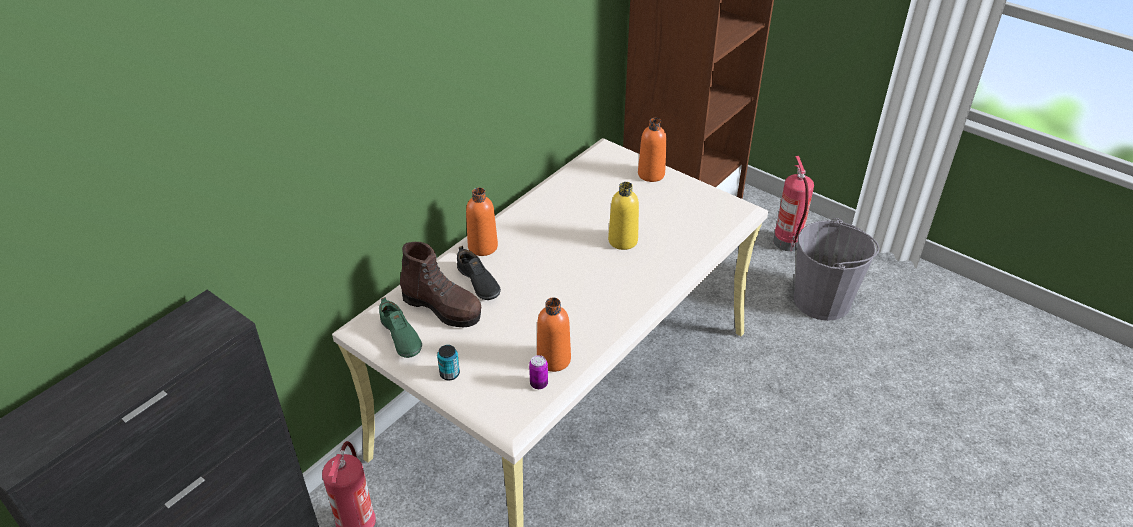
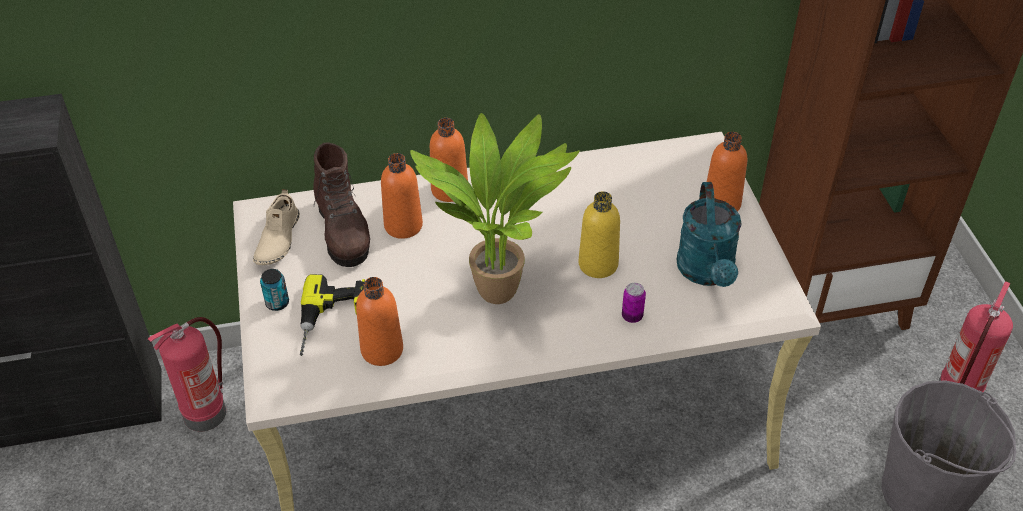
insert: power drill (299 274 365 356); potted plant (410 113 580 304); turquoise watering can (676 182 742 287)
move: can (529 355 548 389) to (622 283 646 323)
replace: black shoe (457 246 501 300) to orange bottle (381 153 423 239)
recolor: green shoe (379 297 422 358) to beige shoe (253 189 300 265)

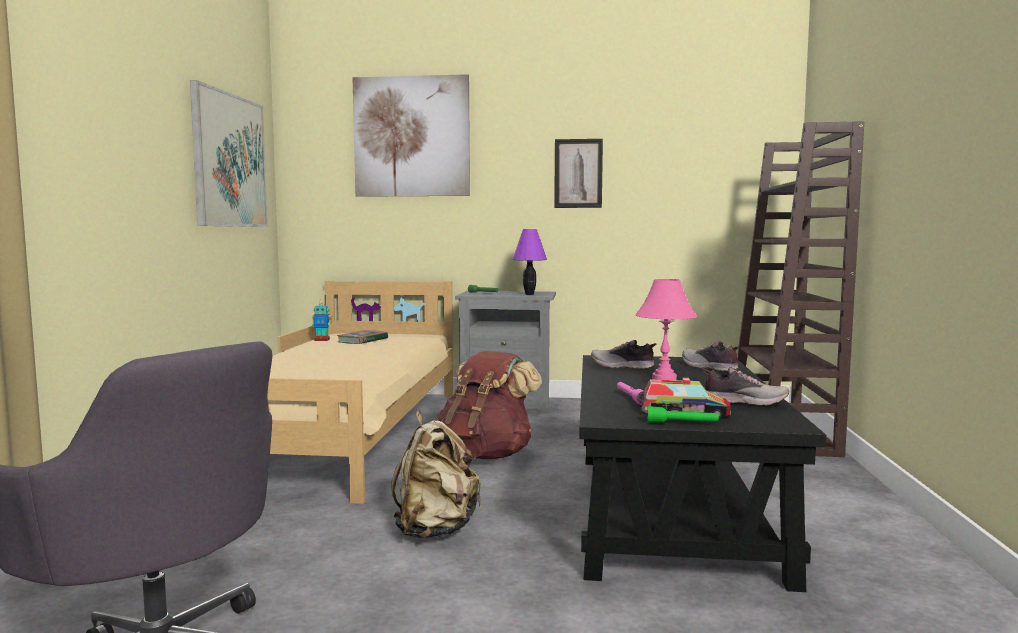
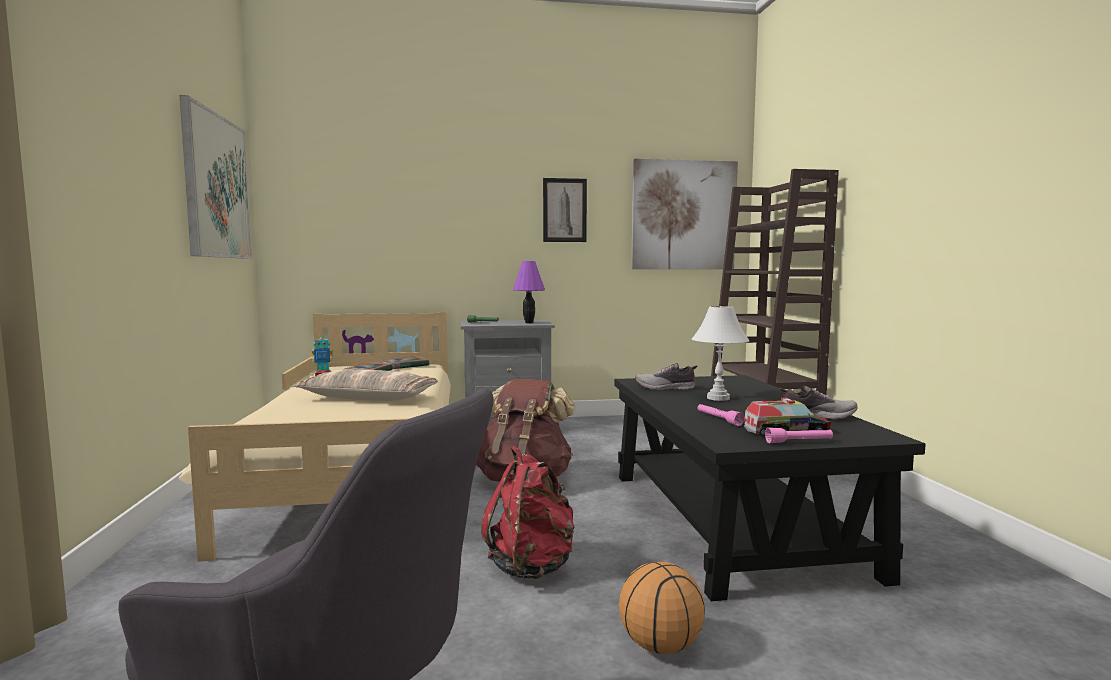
delete: shoe (682 342 739 371)
insert: pillow (293 369 438 401); book (382 356 429 369); basketball (619 561 705 654)
move: picture (352 74 470 197) to (631 159 738 269)
recolor: beige backpack (391 411 481 538) to red backpack (481 446 575 579); pink table lamp (635 279 697 380) to white table lamp (692 306 750 401); green flashlight (648 406 719 423) to pink flashlight (765 428 833 443)

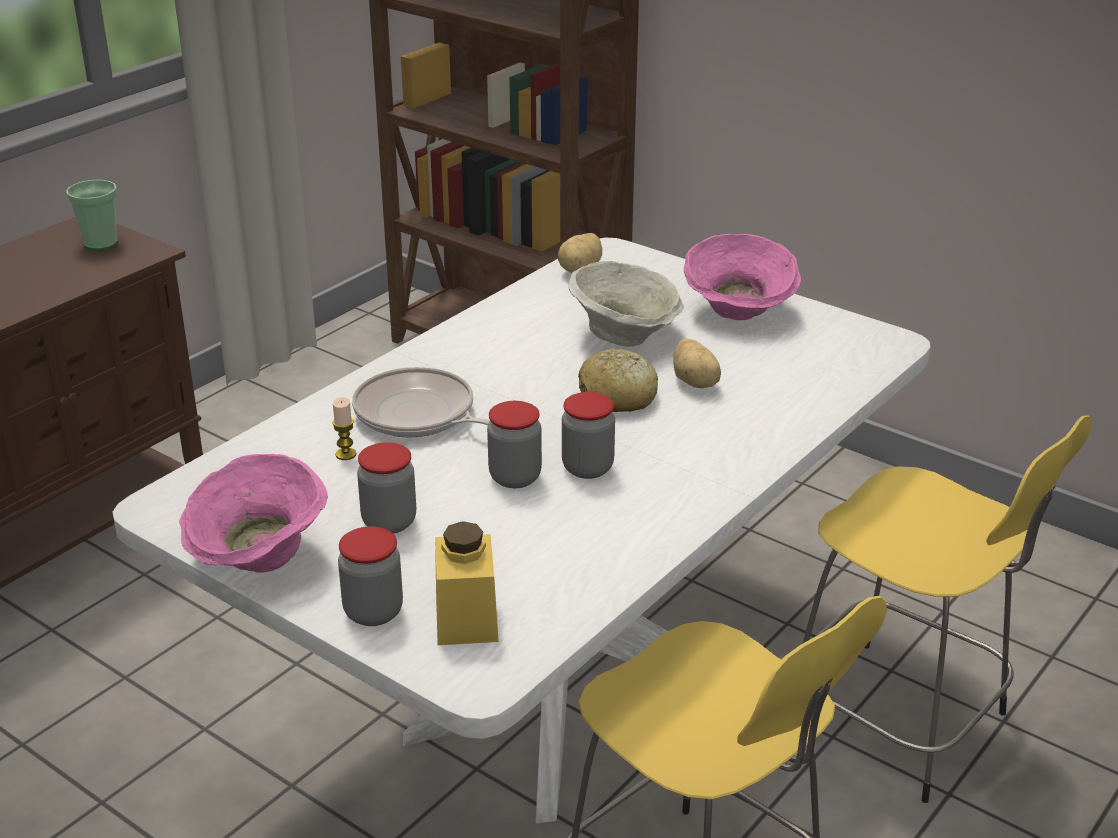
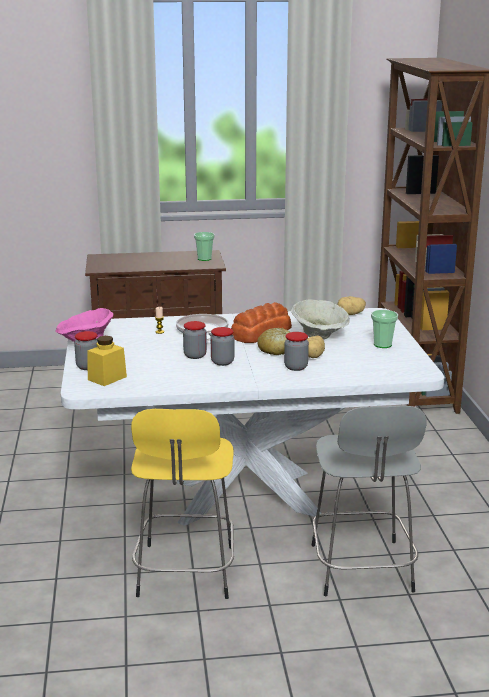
insert: bread (231 302 292 343)
move: jar (357 442 416 534) to (284 332 309 371)
replace: pink bowl (684 234 801 320) to cup (371 310 398 348)
recolor: yellow stool (803 415 1092 803) to grey stool (312 406 427 596)

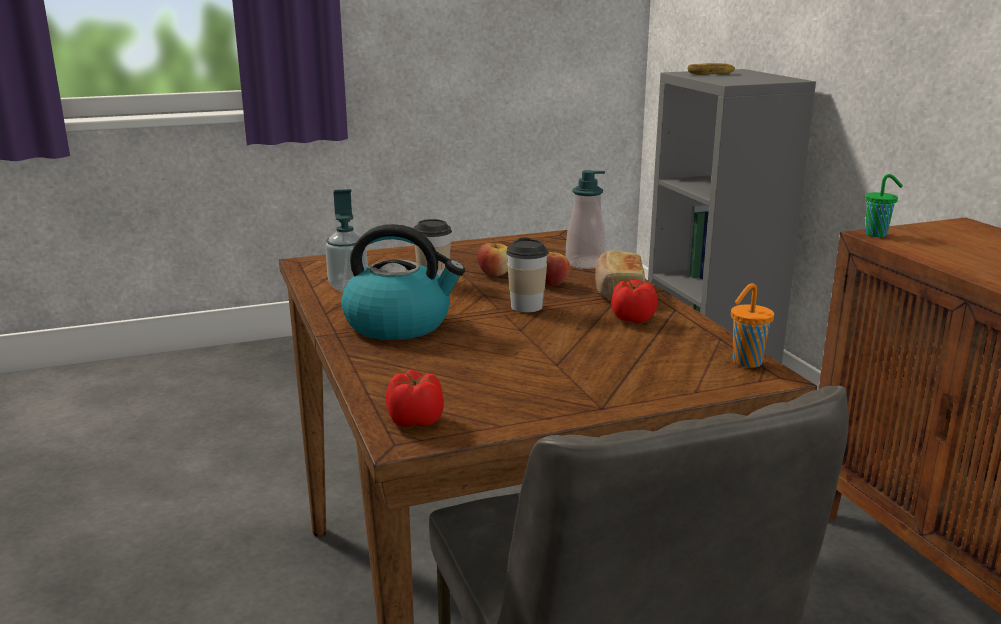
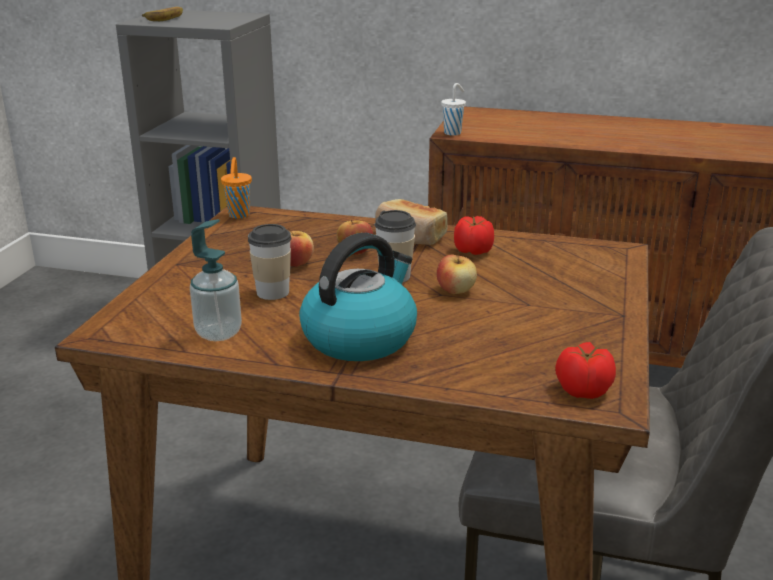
delete: soap dispenser (566 170 606 269)
insert: apple (437 252 477 294)
move: orange cup (731 283 774 368) to (221 157 252 219)
recolor: green cup (865 174 903 237) to white cup (441 83 466 136)

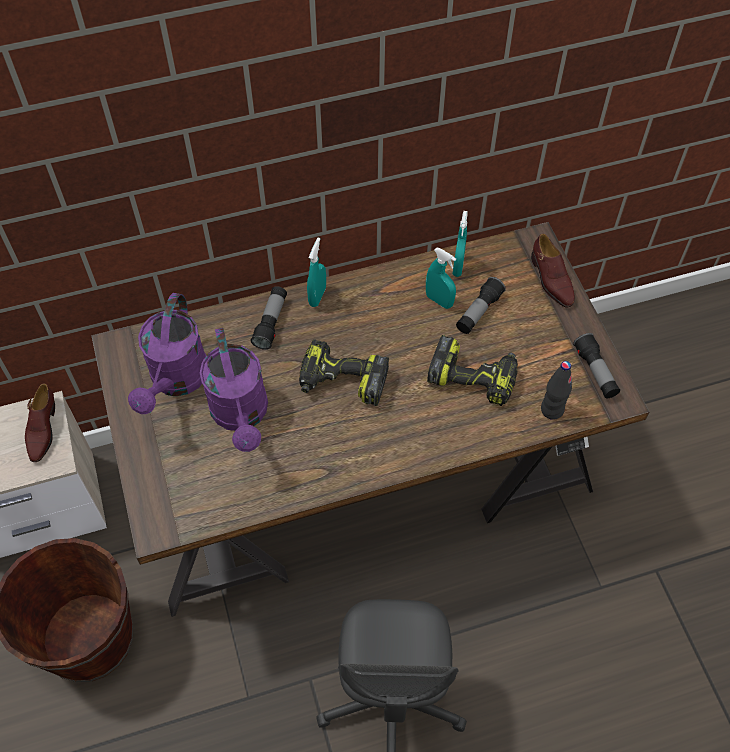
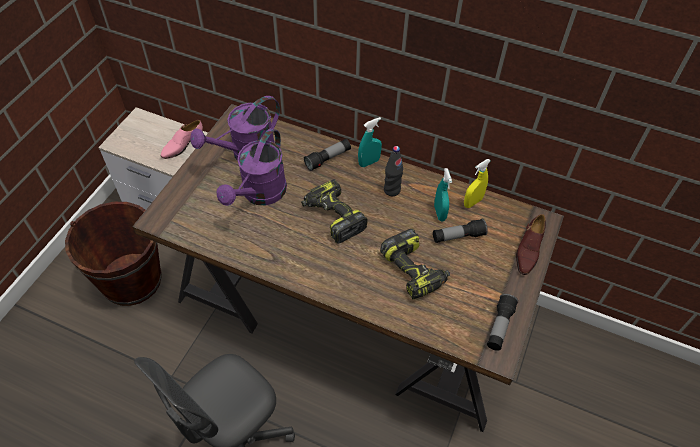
move: black bottle (541 361 572 420) to (384 146 403 196)
recolor: brown shoe (25 383 55 462) to pink shoe (160 120 203 159); turquoise spray bottle (452 211 468 277) to yellow spray bottle (464 159 491 208)

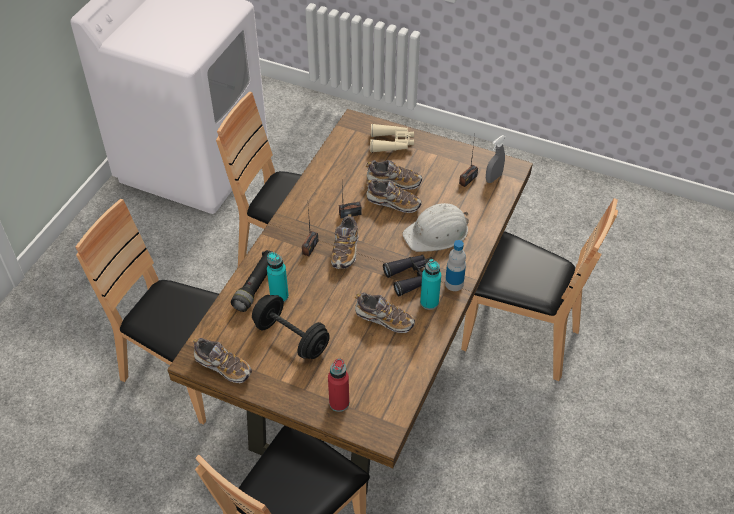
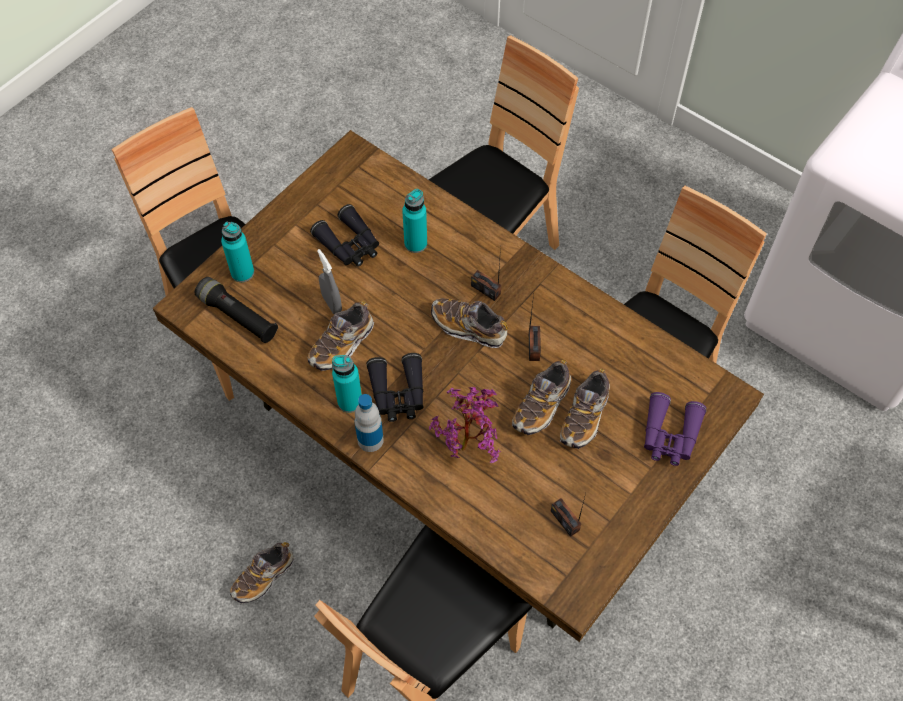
move: black flashlight (231 250 272 312) to (195 277 278 343); shoe (193 338 252 383) to (230 542 295 603); grey spray bottle (486 135 505 183) to (317 249 342 314)
replace: black dumbbell (252 295 330 359) to black binoculars (310 204 379 267); white hard hat (402 203 469 252) to potted plant (429 387 501 463)
recolor: red bottle (328 358 349 412) to turquoise bottle (221 222 254 282); beige binoculars (370 124 414 152) to purple binoculars (644 392 706 466)

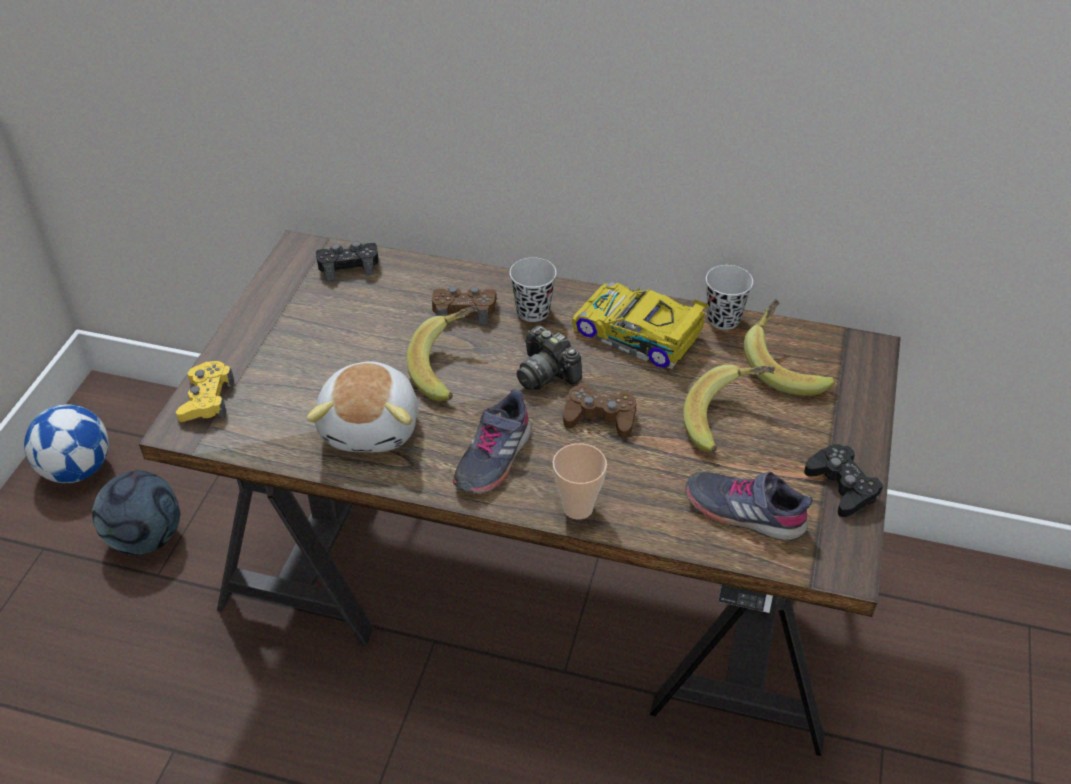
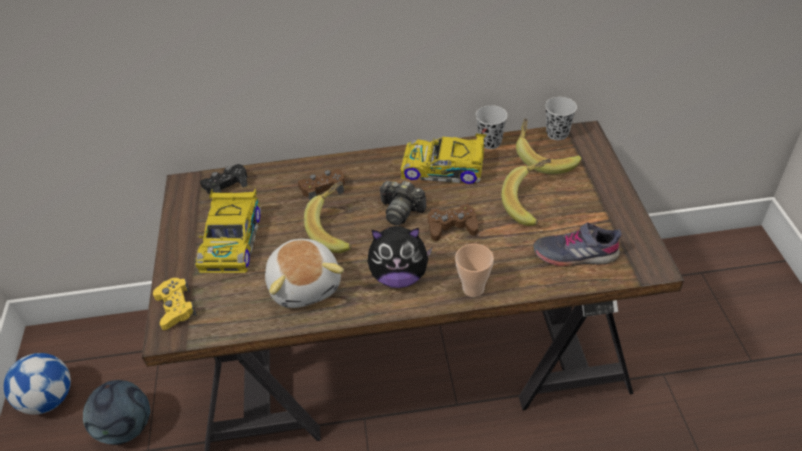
delete: black game controller (804 444 883 517)
insert: toy car (195 189 261 273)
move: black cup (510 257 557 322) to (545 97 577 140)
replace: grey shoe (453 390 532 494) to plush toy (367 226 432 288)

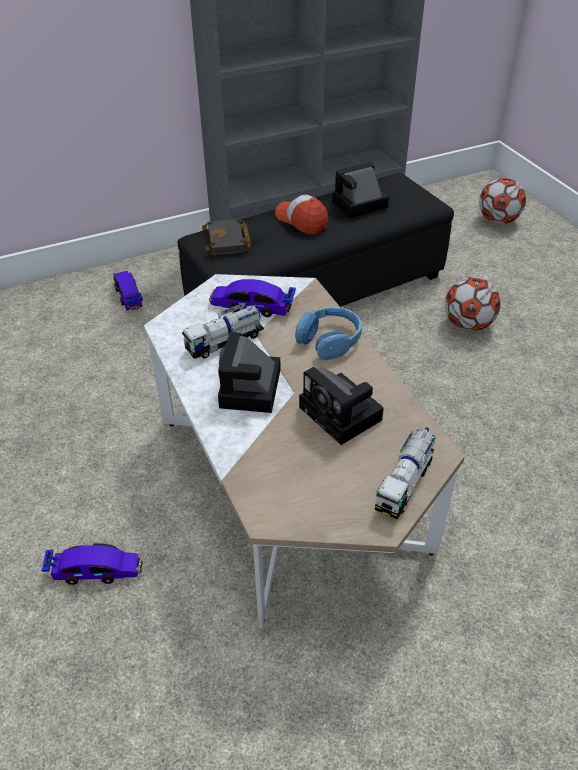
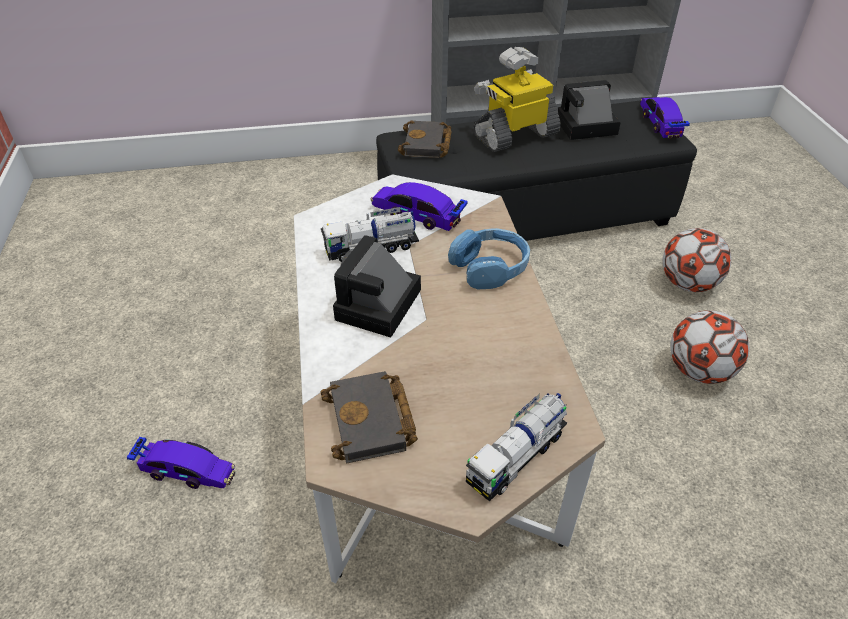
delete: photo camera (299 367 384 445)
insert: black book (320 371 418 464)
move: toy car (113 271 143 311) to (640 97 690 139); football (479 178 526 224) to (670 310 749 384)
replace: cap (275 194 328 234) to toy robot (473 47 561 152)

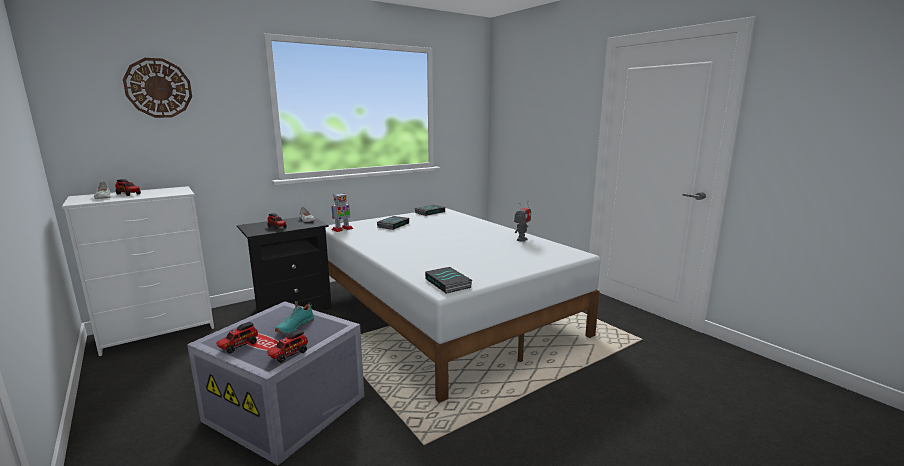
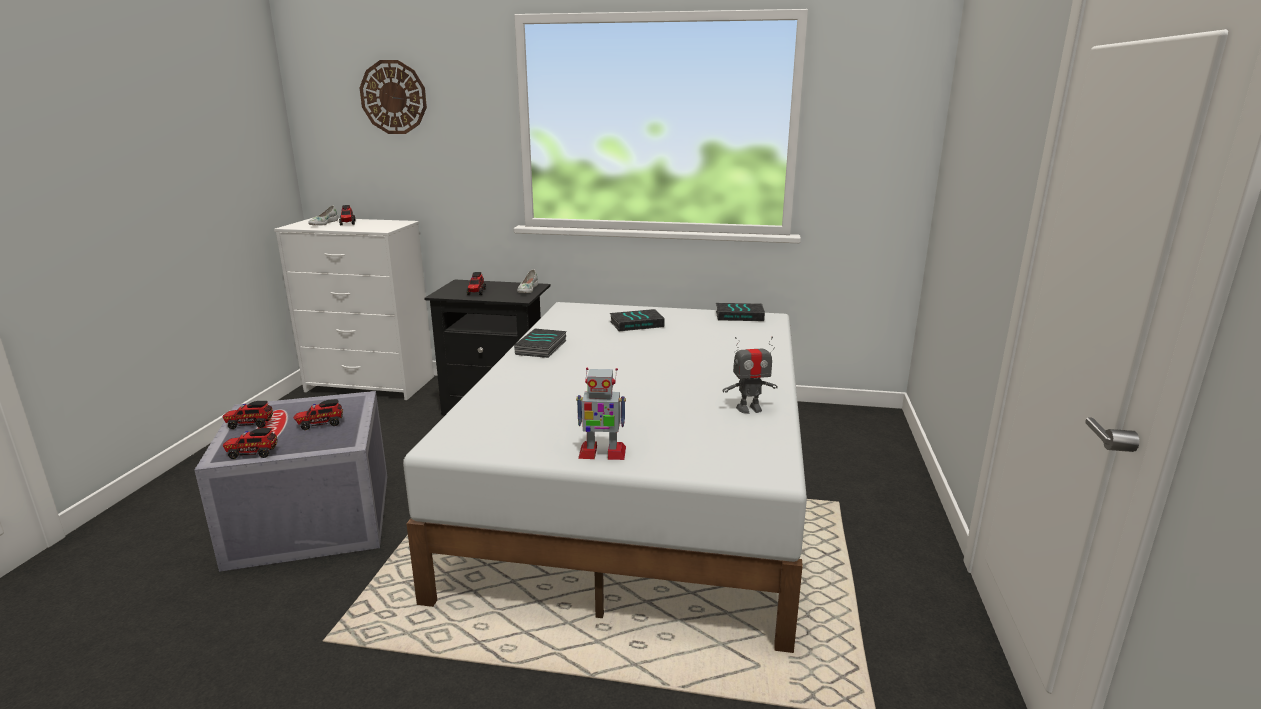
move: book (425 267 472 294) to (514 329 567 358); toy robot (331 194 353 232) to (576 368 626 460)
replace: turquoise shoe (275 301 314 334) to toy truck (293 399 343 430)

